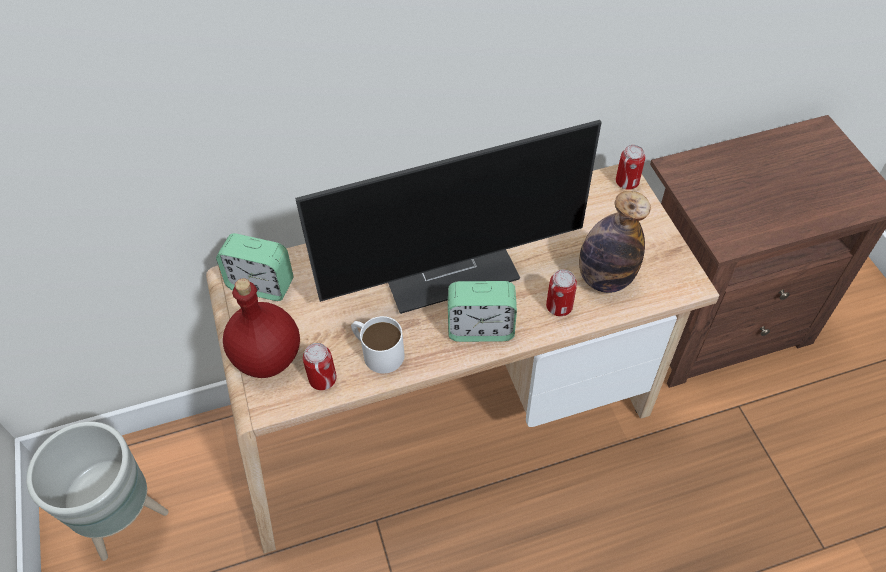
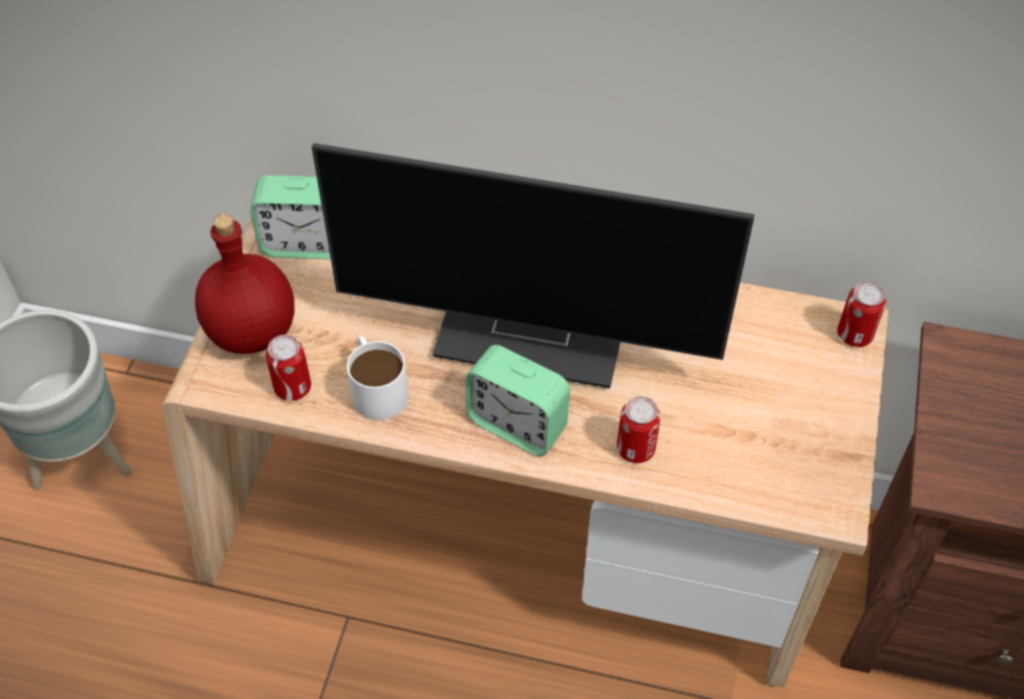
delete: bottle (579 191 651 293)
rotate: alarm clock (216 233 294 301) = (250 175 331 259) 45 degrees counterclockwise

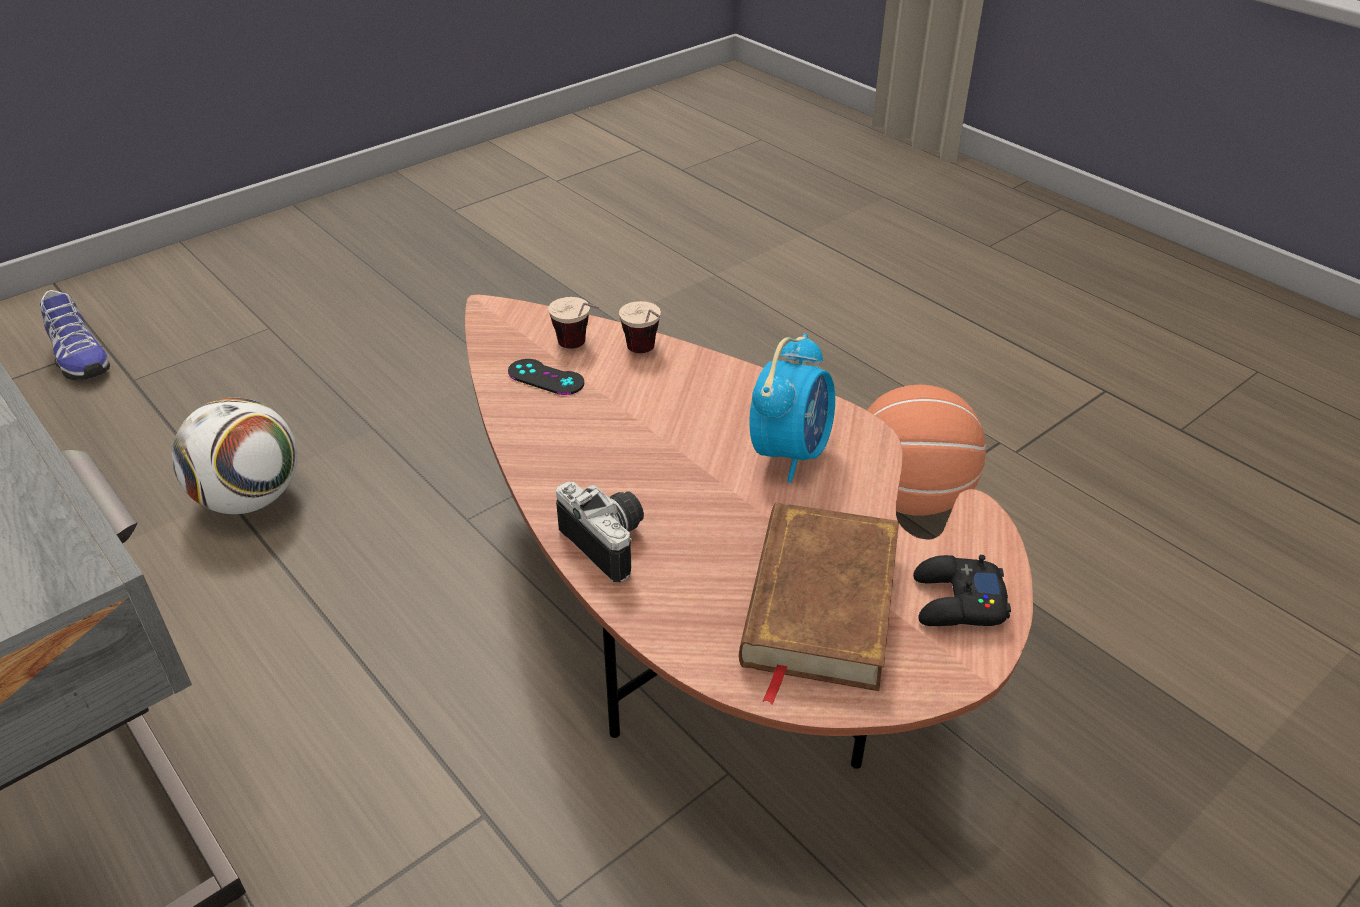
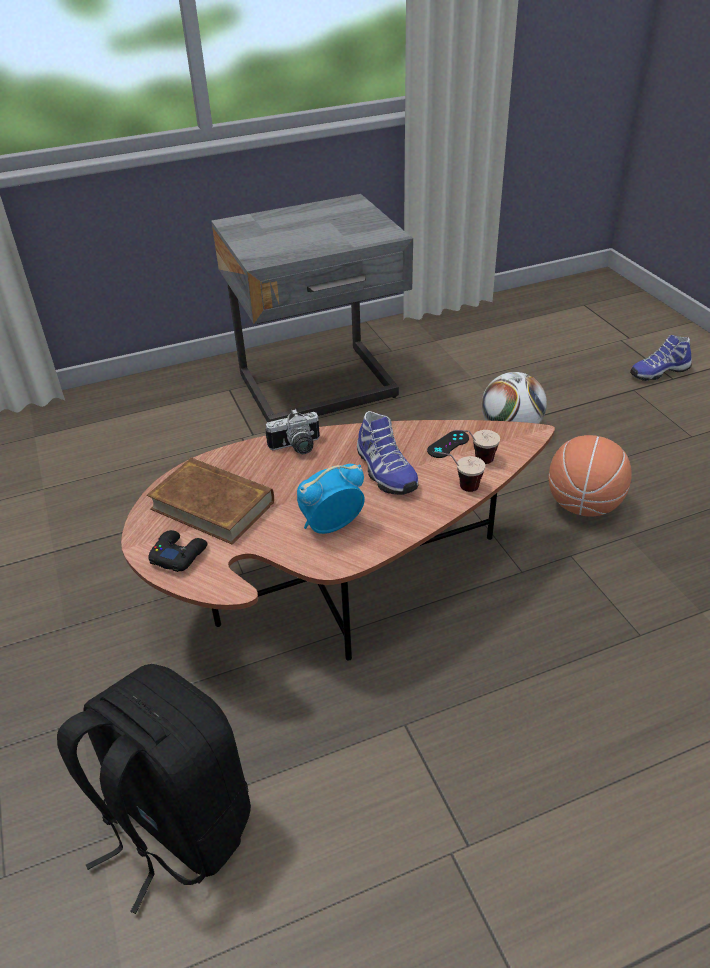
insert: black backpack (57 664 251 914); shoe (357 411 418 495)
move: basketball (867 385 986 515) to (548 435 632 516)
rotate: alarm clock (750 334 835 483) = (297 464 365 534) 105 degrees clockwise

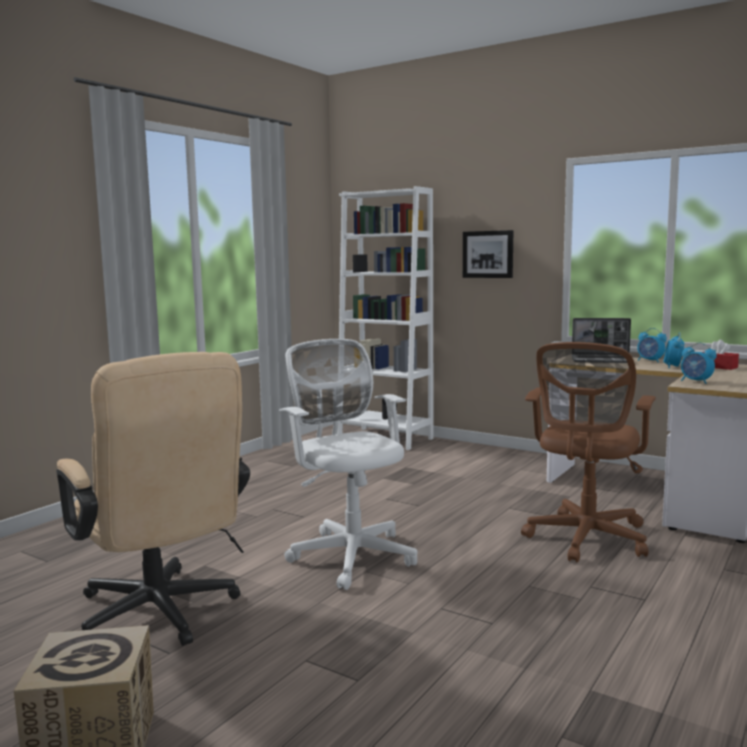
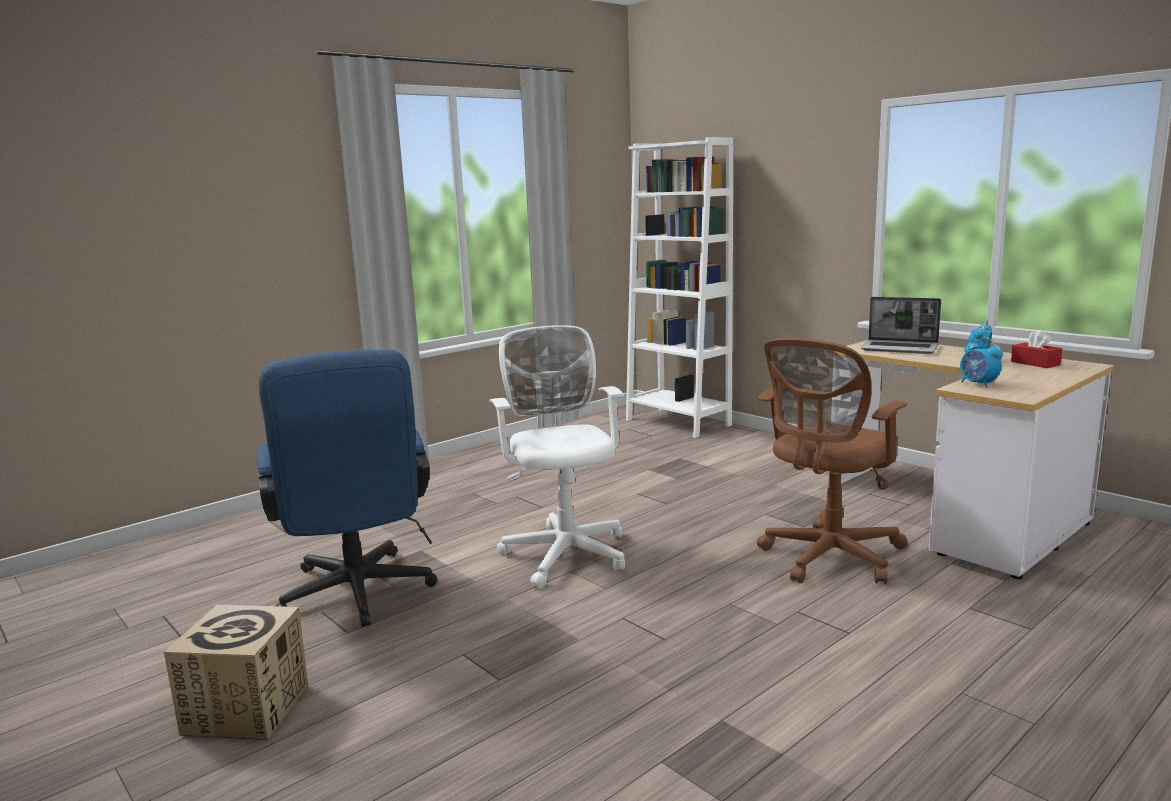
delete: picture (463 230 513 278); alarm clock (637 328 667 362)
recolor: beige office chair (56 352 250 646) to blue office chair (257 349 437 627)

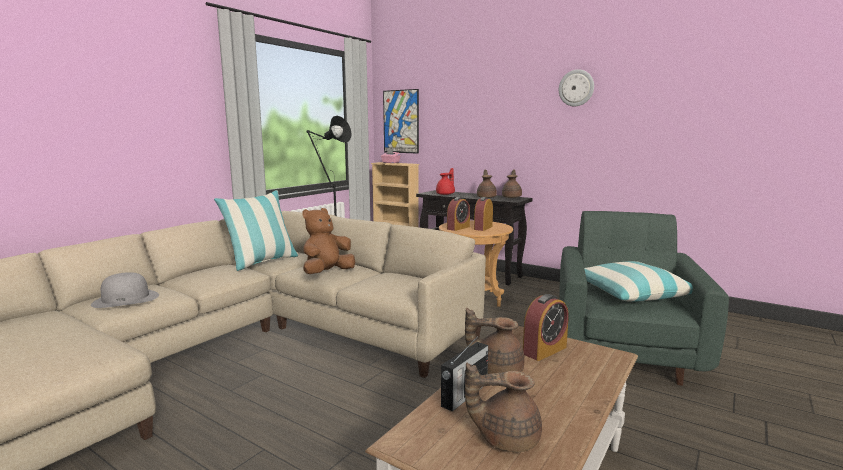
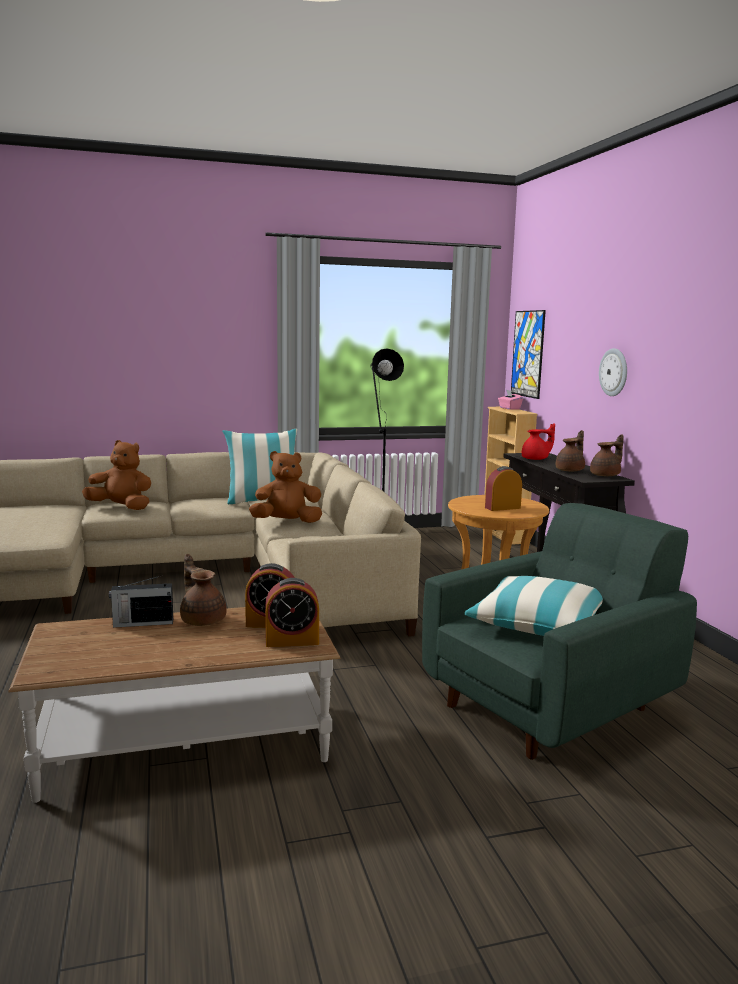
delete: brown teapot (465 363 542 452)
move: alarm clock (447 197 470 231) to (265 578 319 647); wall clock (559 69 594 106) to (599 348 627 396)
replace: grey hat (91 272 159 308) to brown plush toy (82 440 151 510)

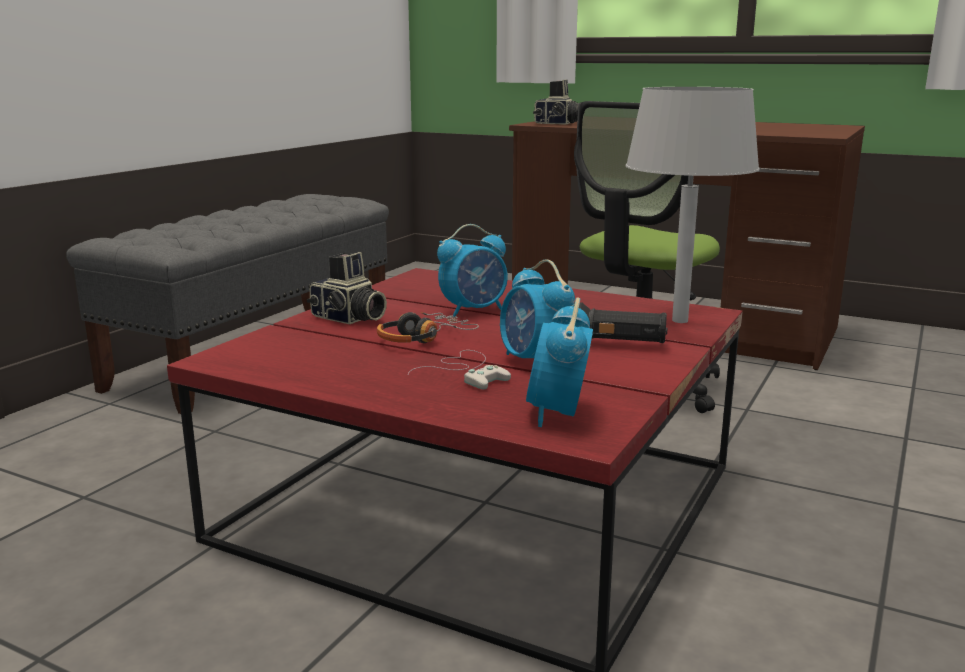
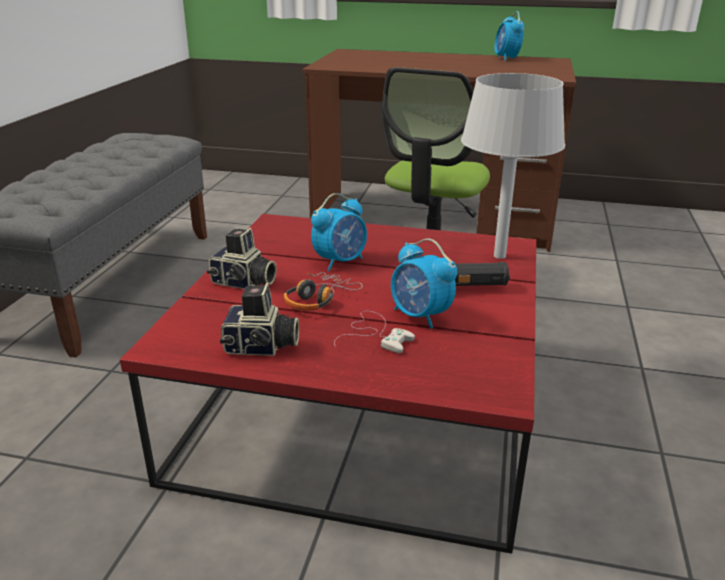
move: photo camera (533 79 581 125) to (220 283 299 356); alarm clock (526 297 593 427) to (494 11 524 61)

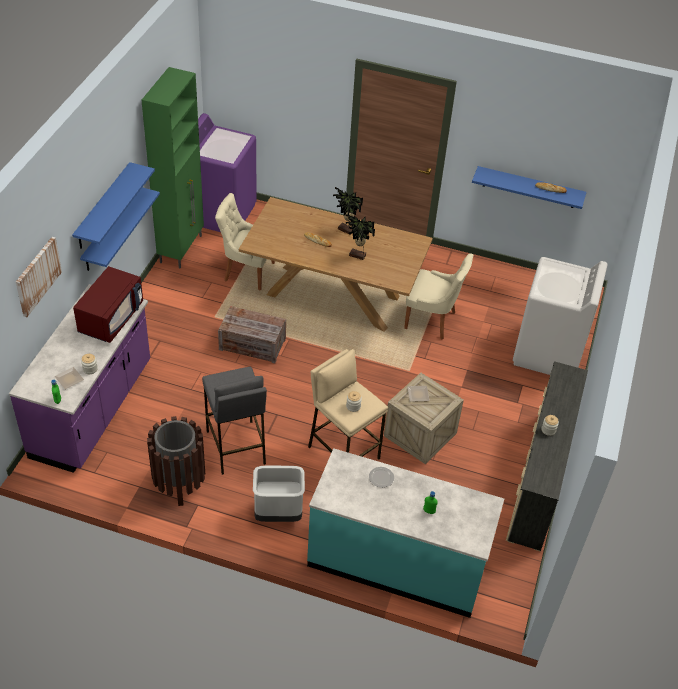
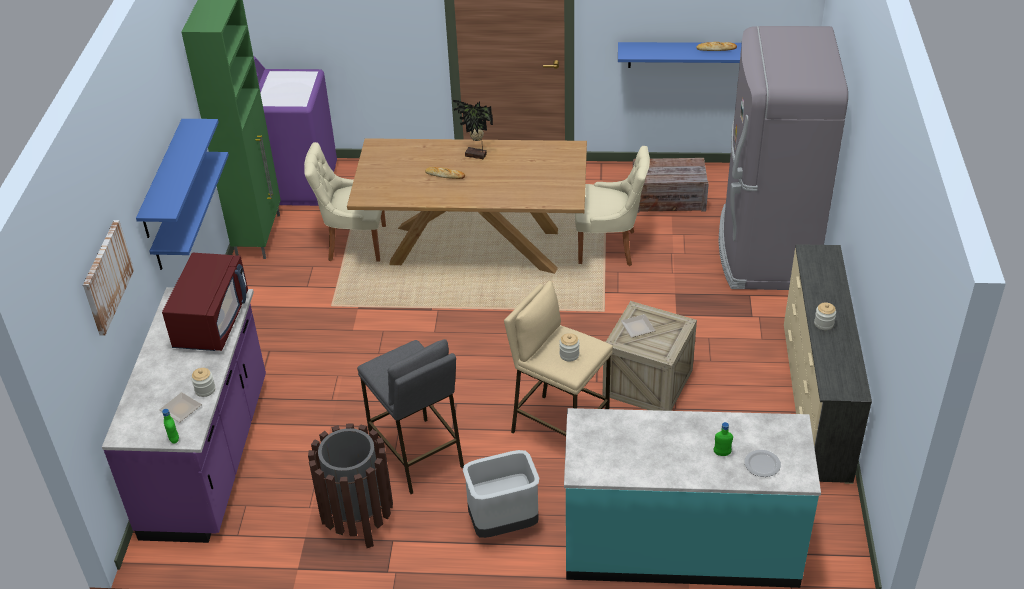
delete: potted plant (345 214 375 260)
move: crate (218 306 286 363) to (633 158 709 213); plate (369 467 394 488) to (745 450 781 477)
replace: white washing machine (513 257 607 375) to grey fridge (719 26 848 290)

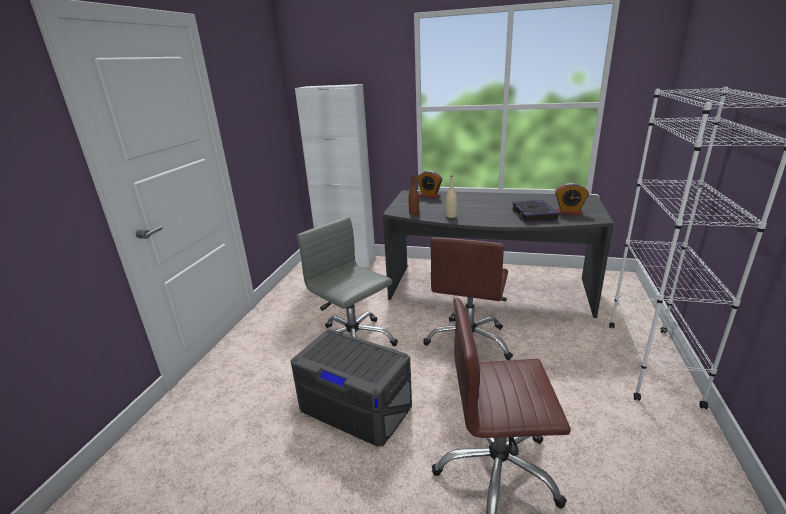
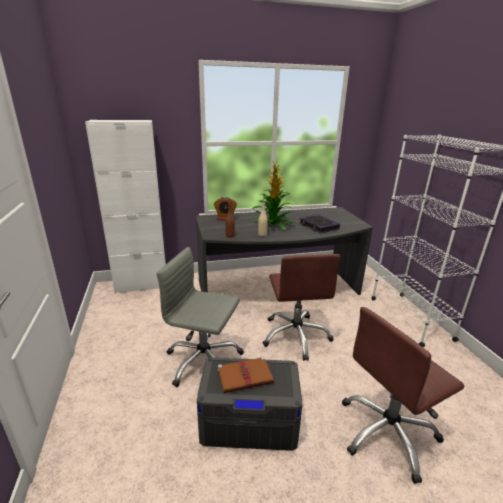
delete: alarm clock (555 183 589 215)
insert: brown book (218 357 274 393); potted plant (252 160 295 230)

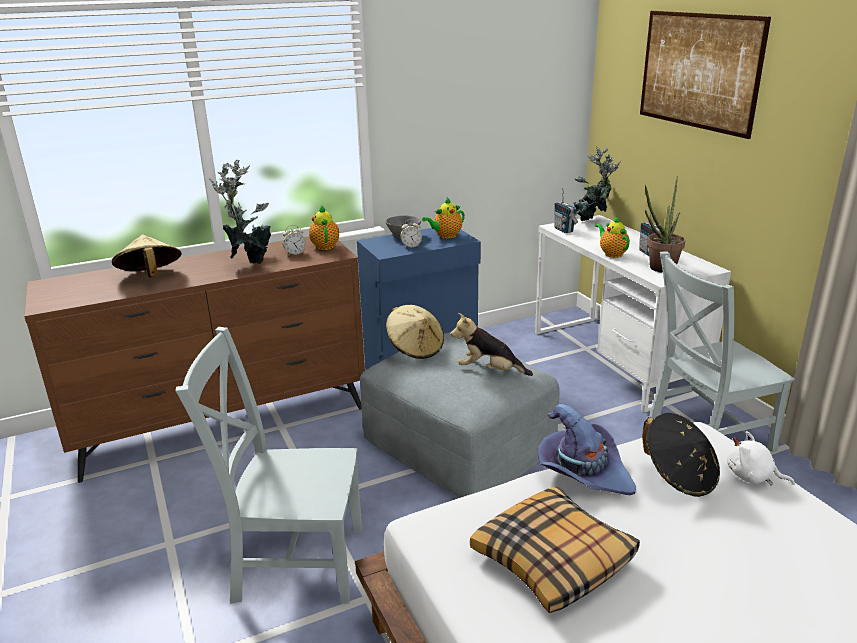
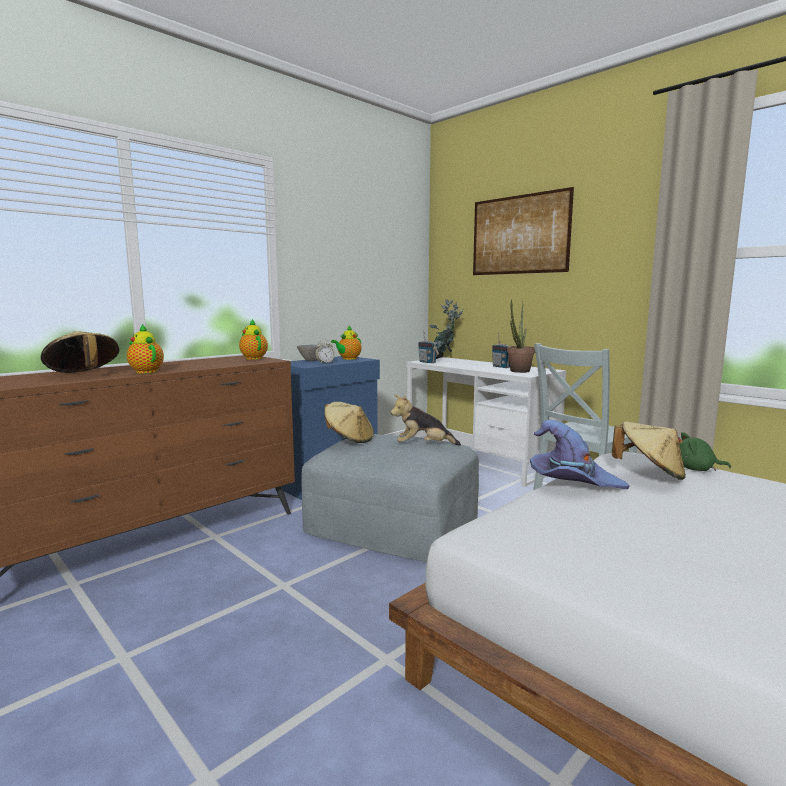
delete: grey chair (176 327 362 604); potted plant (209 160 271 264); alarm clock (282 225 306 256); pillow (470 486 640 613)
move: teapot (595 216 630 258) to (127 324 164 373)
recolor: black hat (642 413 720 497) to beige hat (612 422 686 480); white plush toy (727 431 795 486) to green plush toy (678 432 731 471)

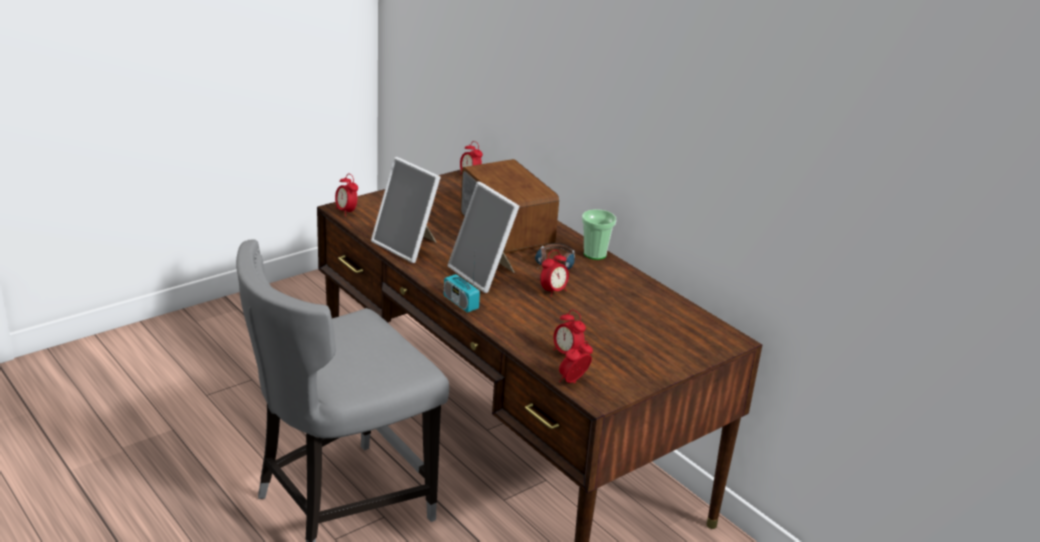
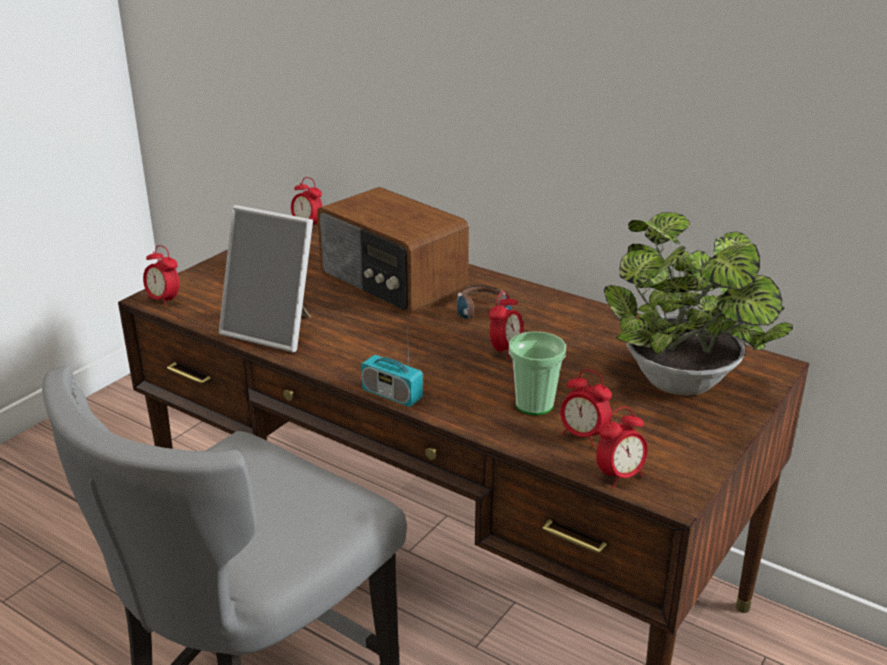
delete: picture frame (448 182 520 293)
insert: potted plant (604 213 793 396)
move: cup (582 209 616 260) to (509 331 566 415)
rotate: alarm clock (559 341 593 383) = (596 407 648 488) 150 degrees counterclockwise

